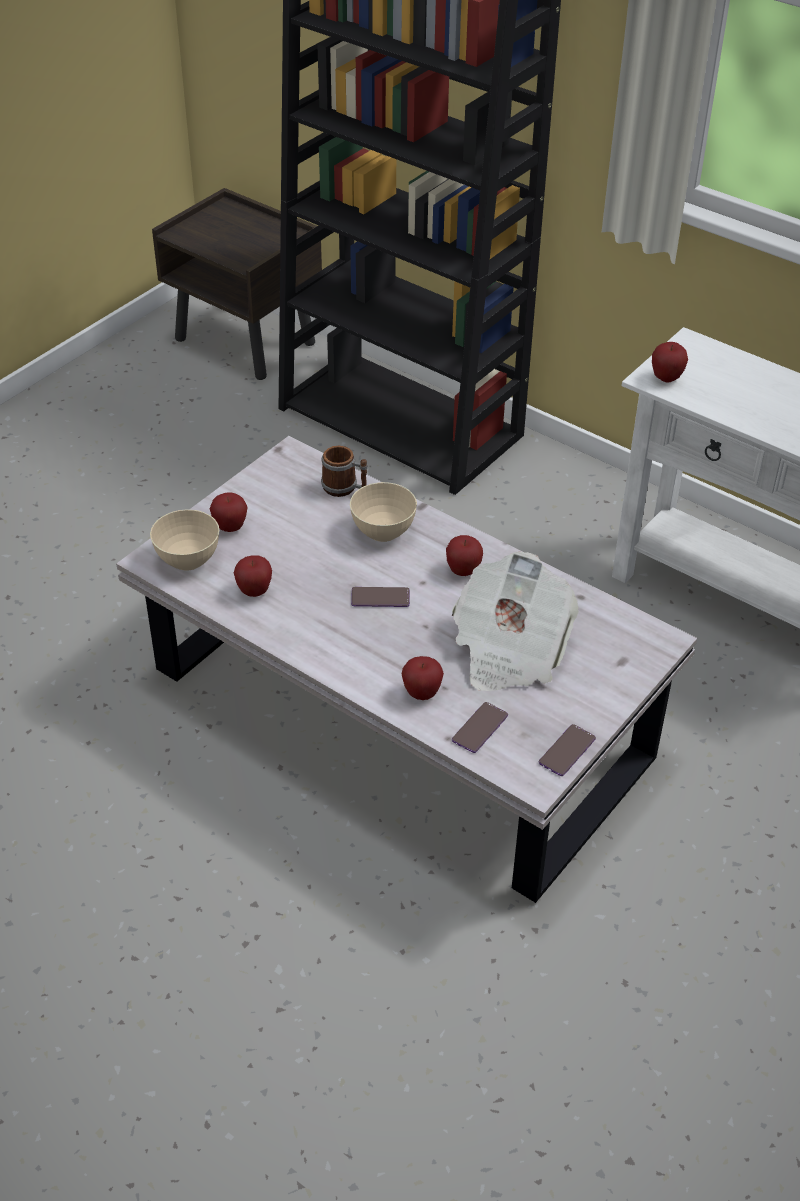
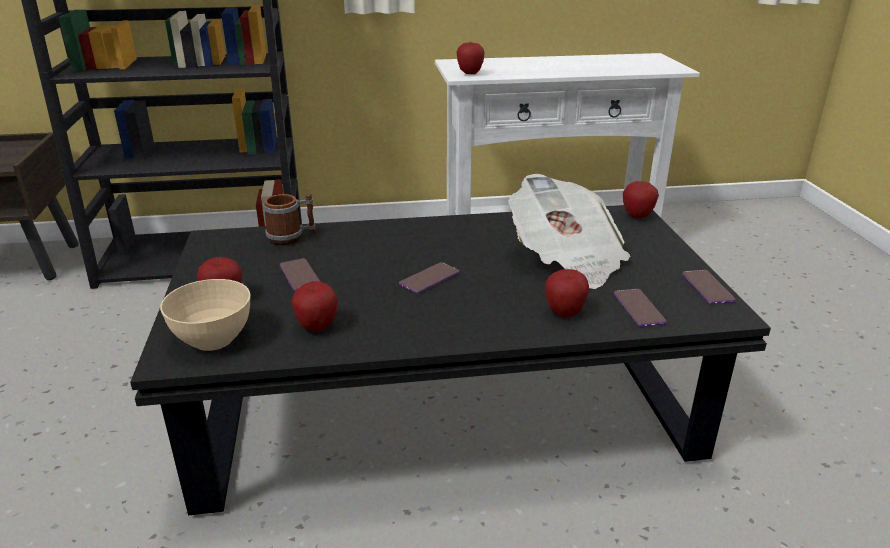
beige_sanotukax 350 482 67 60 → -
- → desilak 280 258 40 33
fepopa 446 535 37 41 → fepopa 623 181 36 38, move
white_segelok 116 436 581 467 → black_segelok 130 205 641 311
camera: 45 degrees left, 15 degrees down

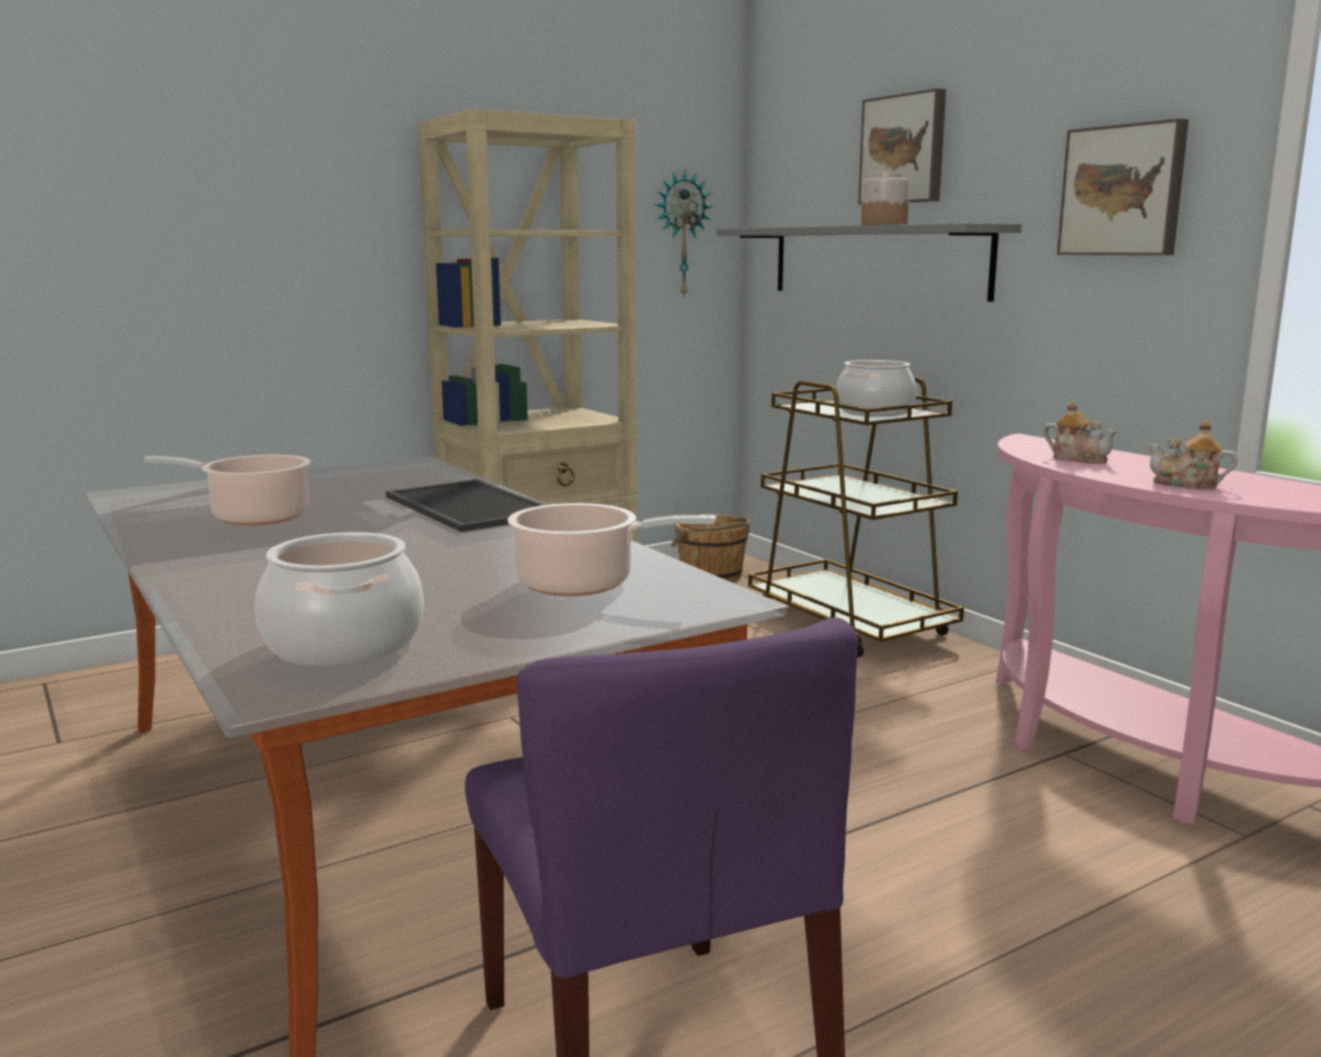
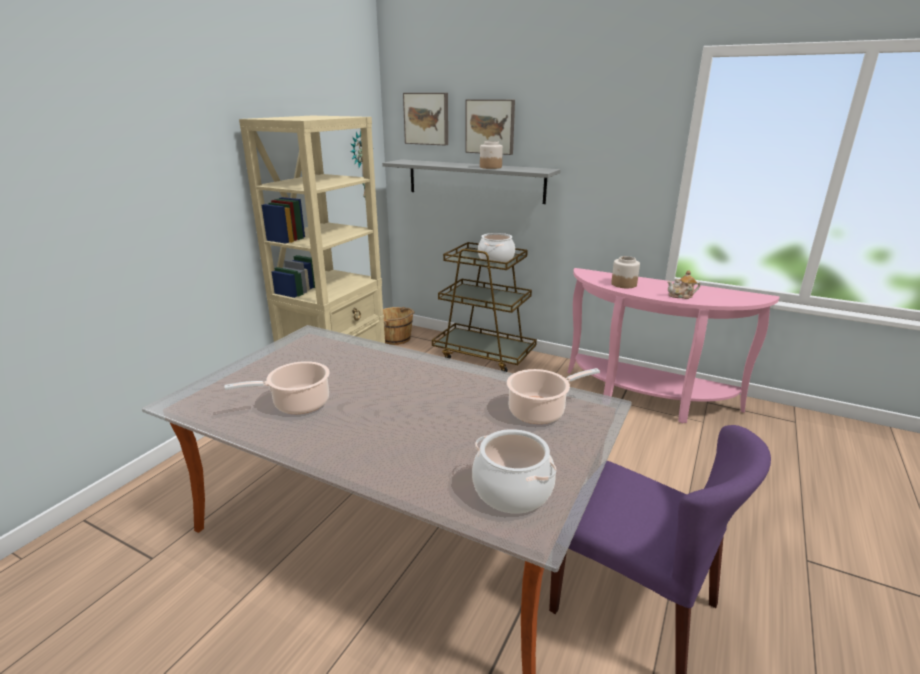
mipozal 386 479 160 53 → -
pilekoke 1057 118 132 137 → pilekoke 403 93 45 53, move
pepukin 1043 402 74 62 → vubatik 611 256 29 32
camera: 30 degrees left, 10 degrees up

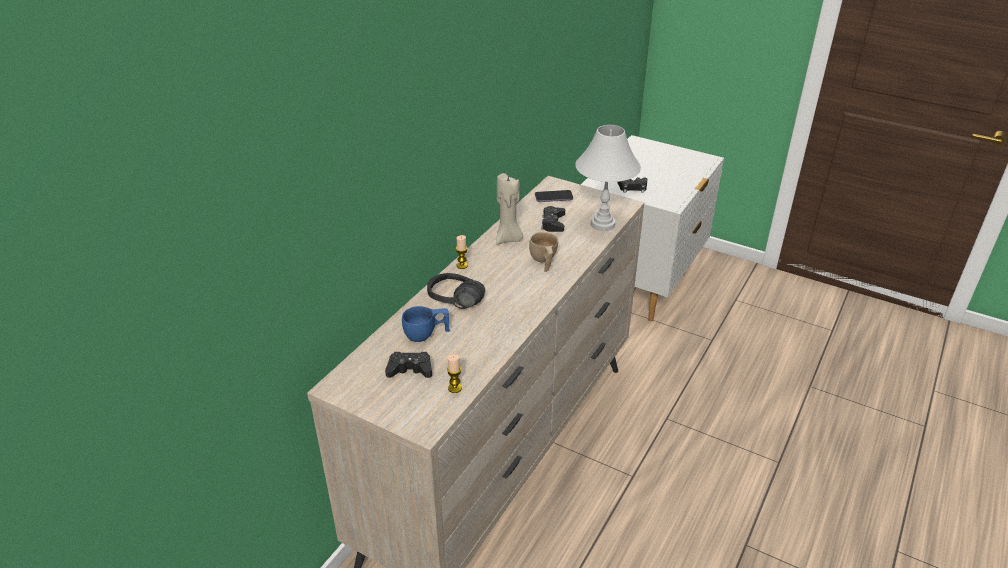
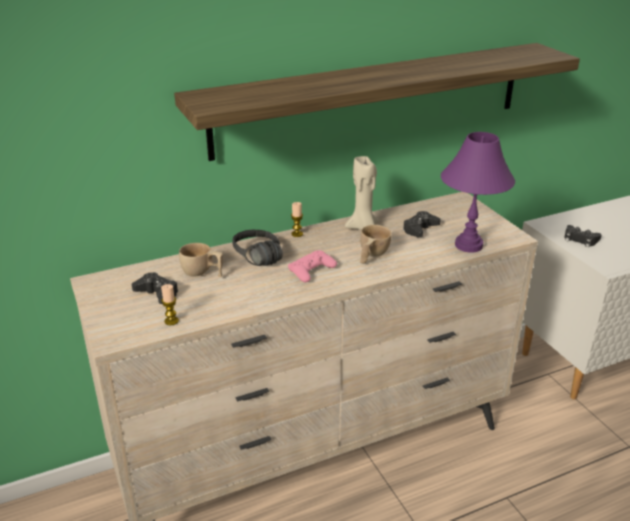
desilak 535 190 38 12 → -
- → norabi 174 43 406 118
- → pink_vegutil 288 250 49 32
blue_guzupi 402 306 48 36 → beige_guzupi 179 243 44 34
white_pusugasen 575 125 66 106 → purple_pusugasen 441 132 74 121
camera: 35 degrees right, 5 degrees down

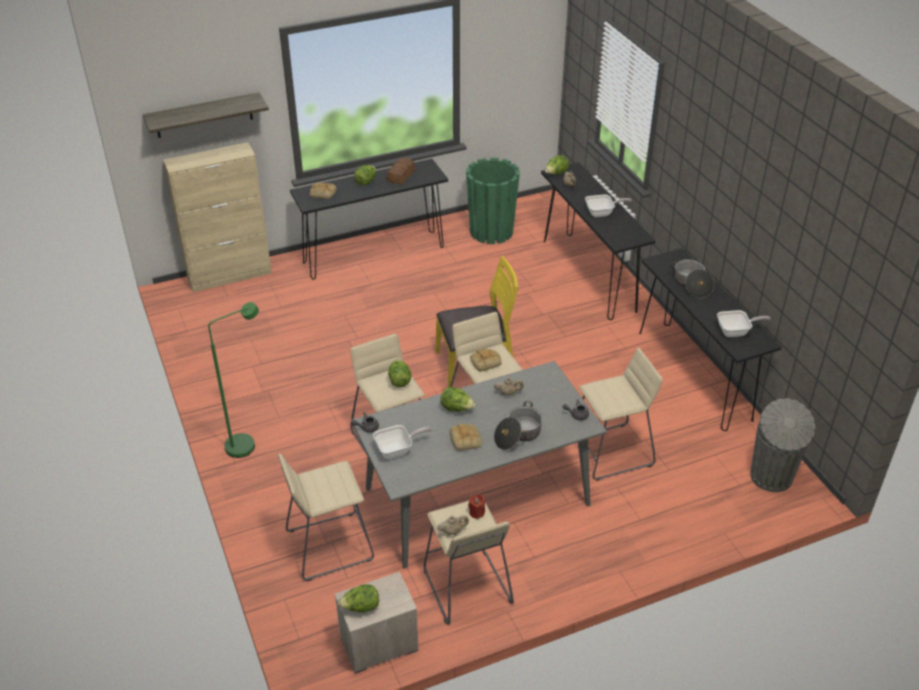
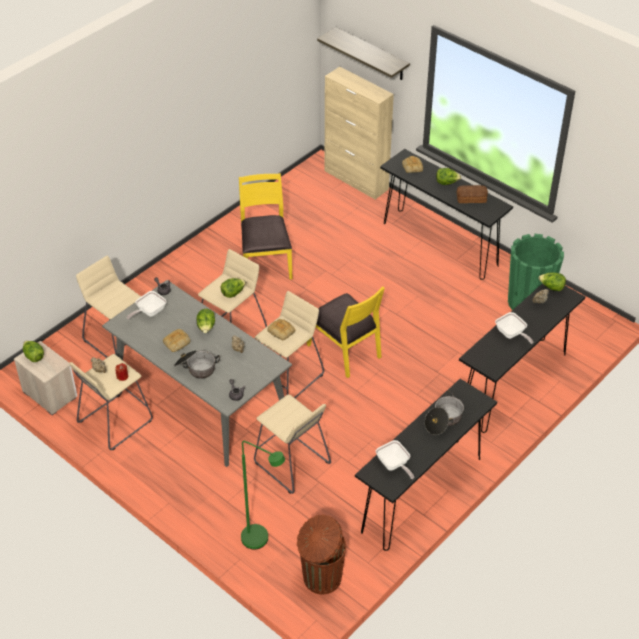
- → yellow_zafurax 239 173 53 106
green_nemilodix 208 302 51 156 → green_nemilodix 241 441 44 108, move
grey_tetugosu 750 398 65 94 → brown_tetugosu 297 515 49 79
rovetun 373 425 59 34 → rovetun 127 291 40 29, 90 degrees clockwise
camera: 65 degrees right, 5 degrees up

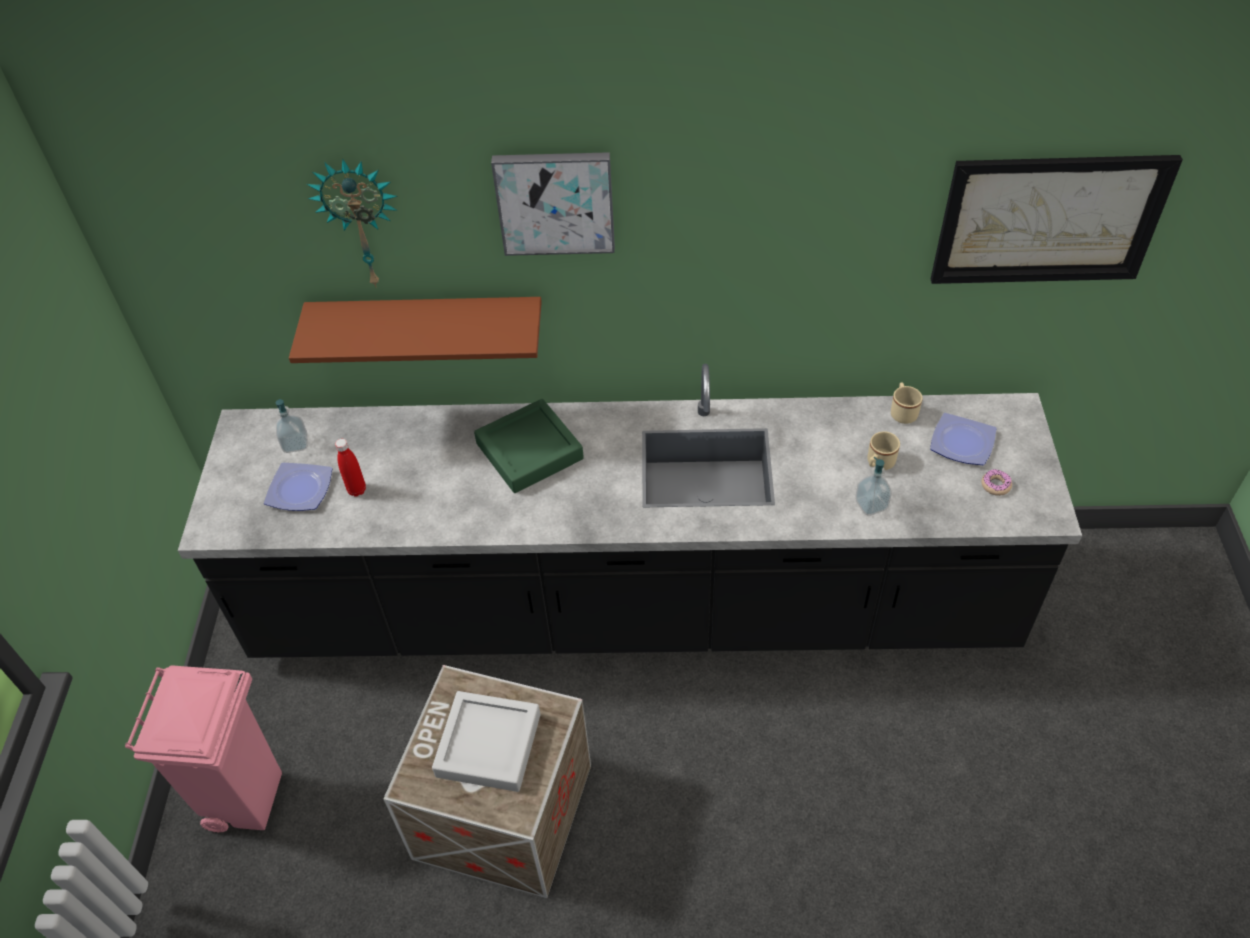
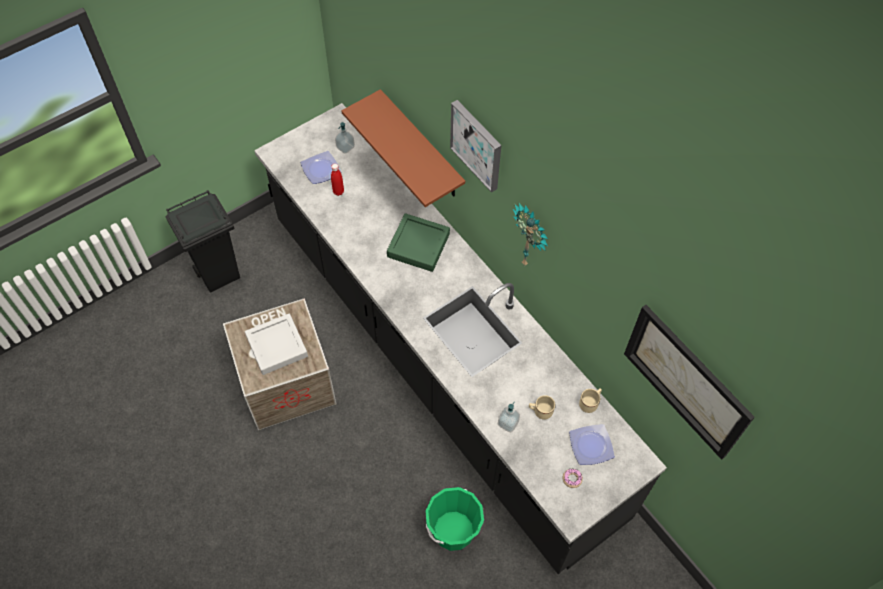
- → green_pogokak 425 487 59 64
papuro 306 159 91 129 → papuro 513 203 35 63, move
pink_tetugosu 125 665 157 168 → black_tetugosu 166 190 74 103
camera: 50 degrees right, 10 degrees up

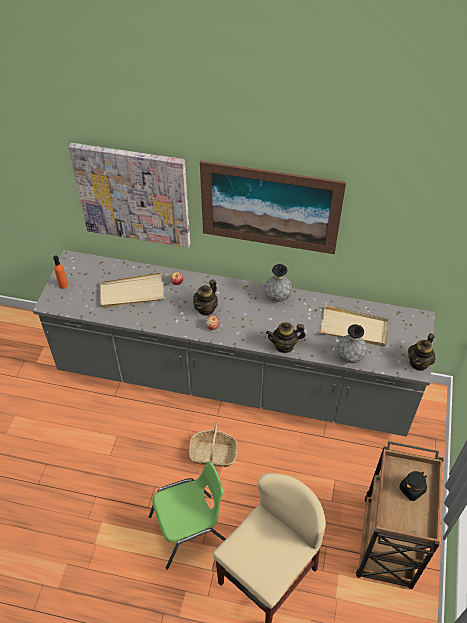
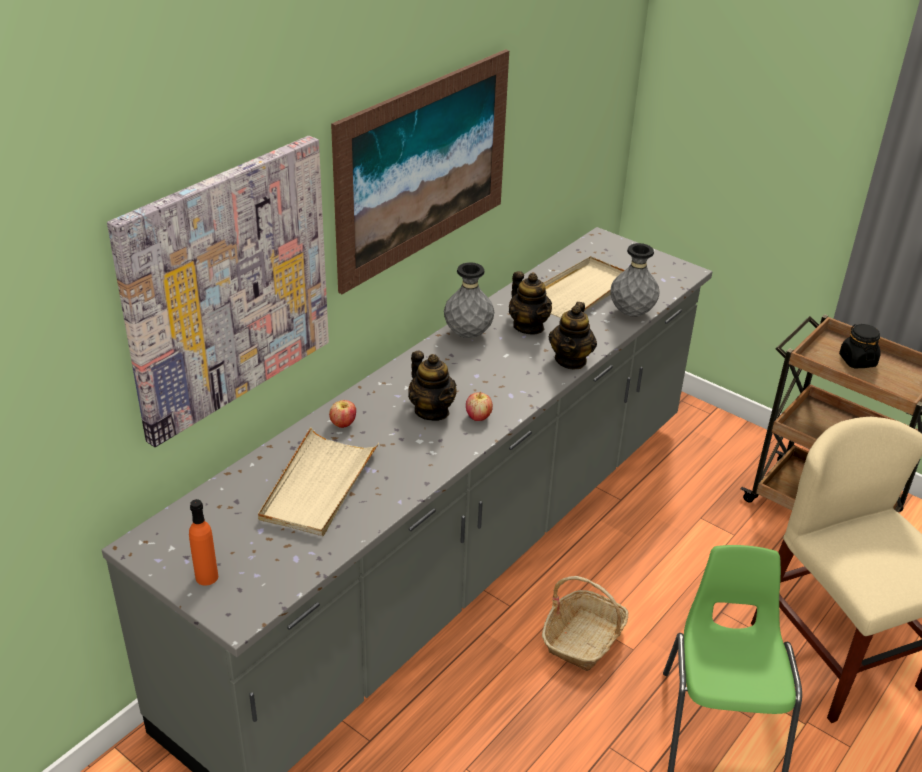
pepukin 408 333 27 38 → pepukin 509 271 43 64, move
camera: 65 degrees left, 15 degrees down

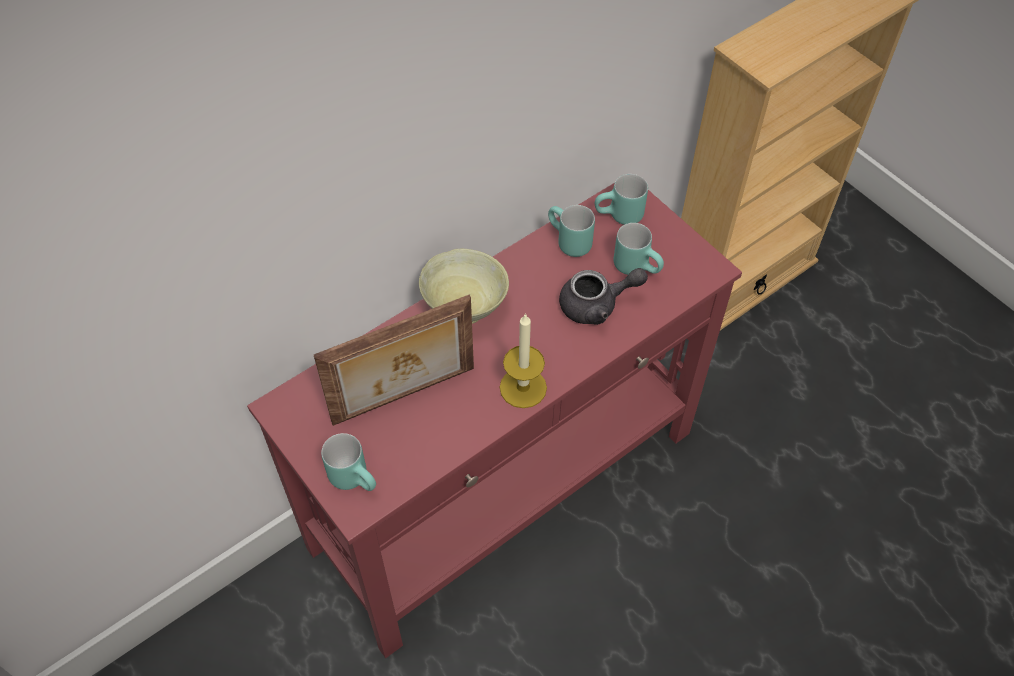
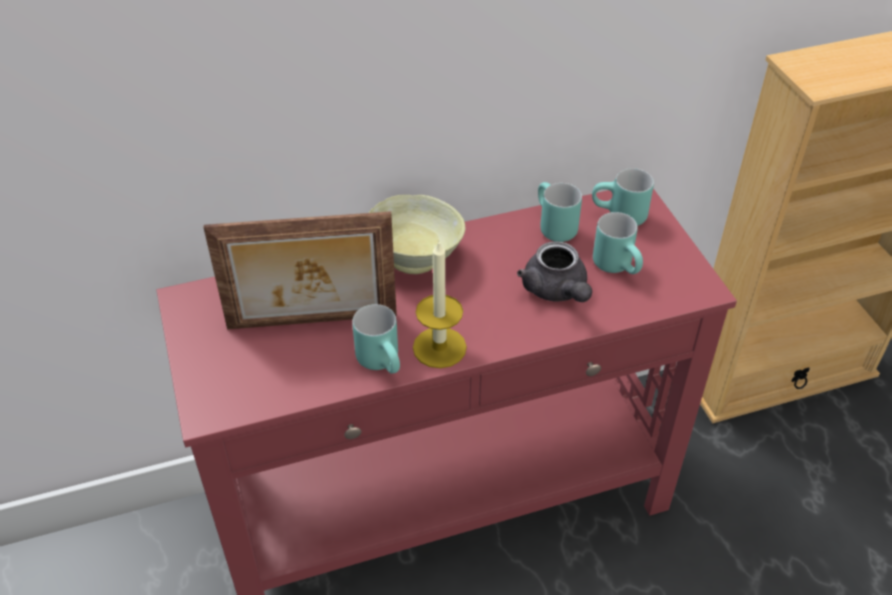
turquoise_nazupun 321 433 55 58 → turquoise_nazupun 352 304 48 70, move
grey_pepukin 559 268 89 57 → grey_pepukin 517 241 75 61, 60 degrees clockwise
camera: 20 degrees right, 10 degrees down

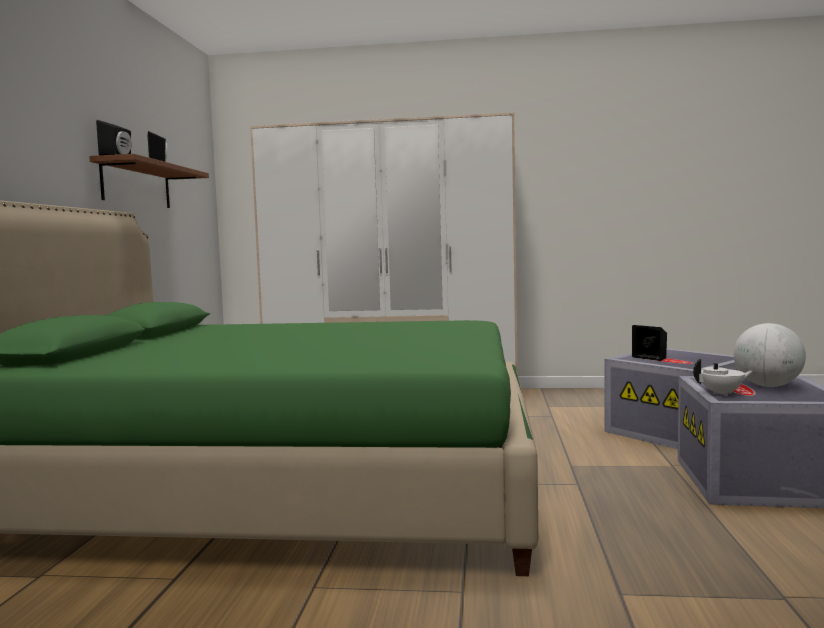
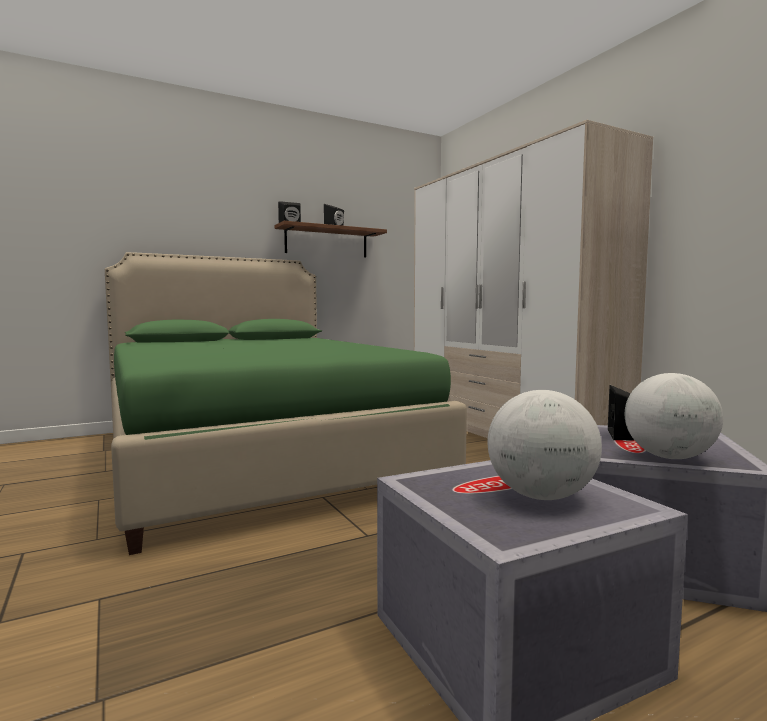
white_pepukin 693 359 60 37 → -
- → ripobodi 625 373 98 86
camera: 55 degrees right, 0 degrees up

